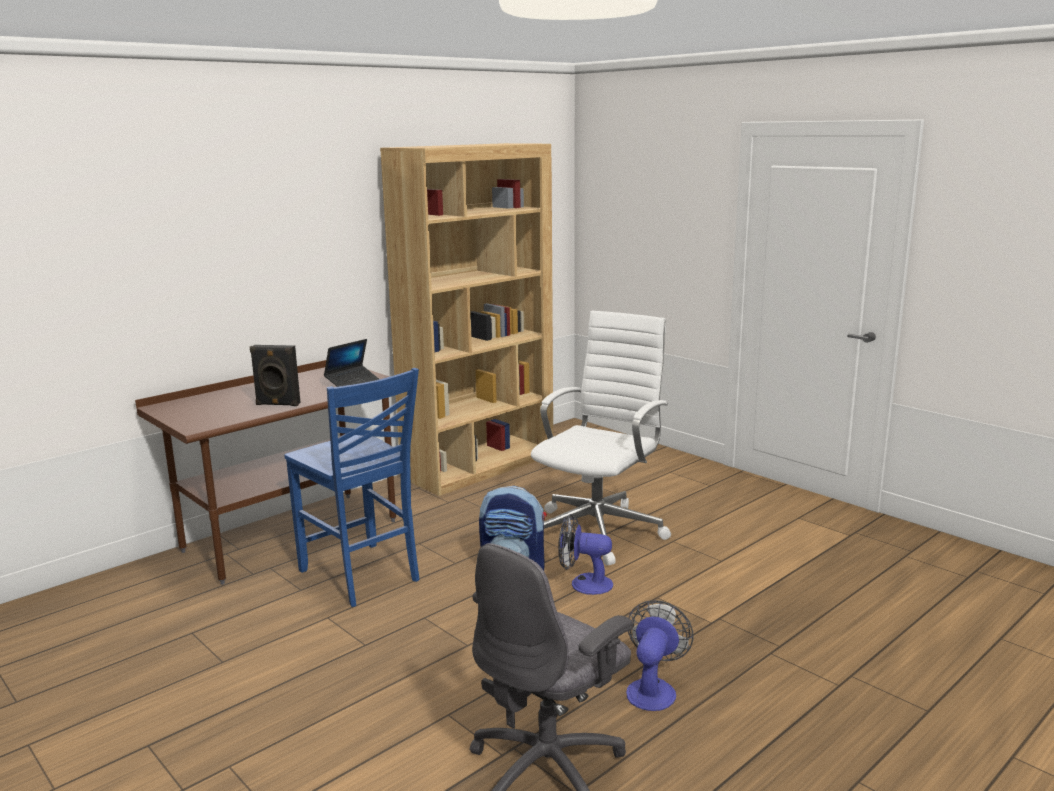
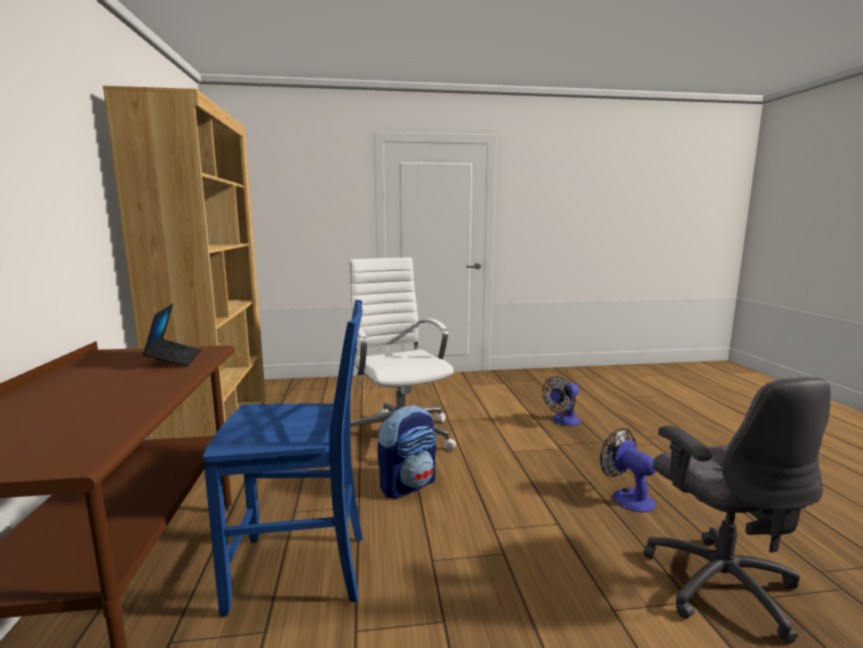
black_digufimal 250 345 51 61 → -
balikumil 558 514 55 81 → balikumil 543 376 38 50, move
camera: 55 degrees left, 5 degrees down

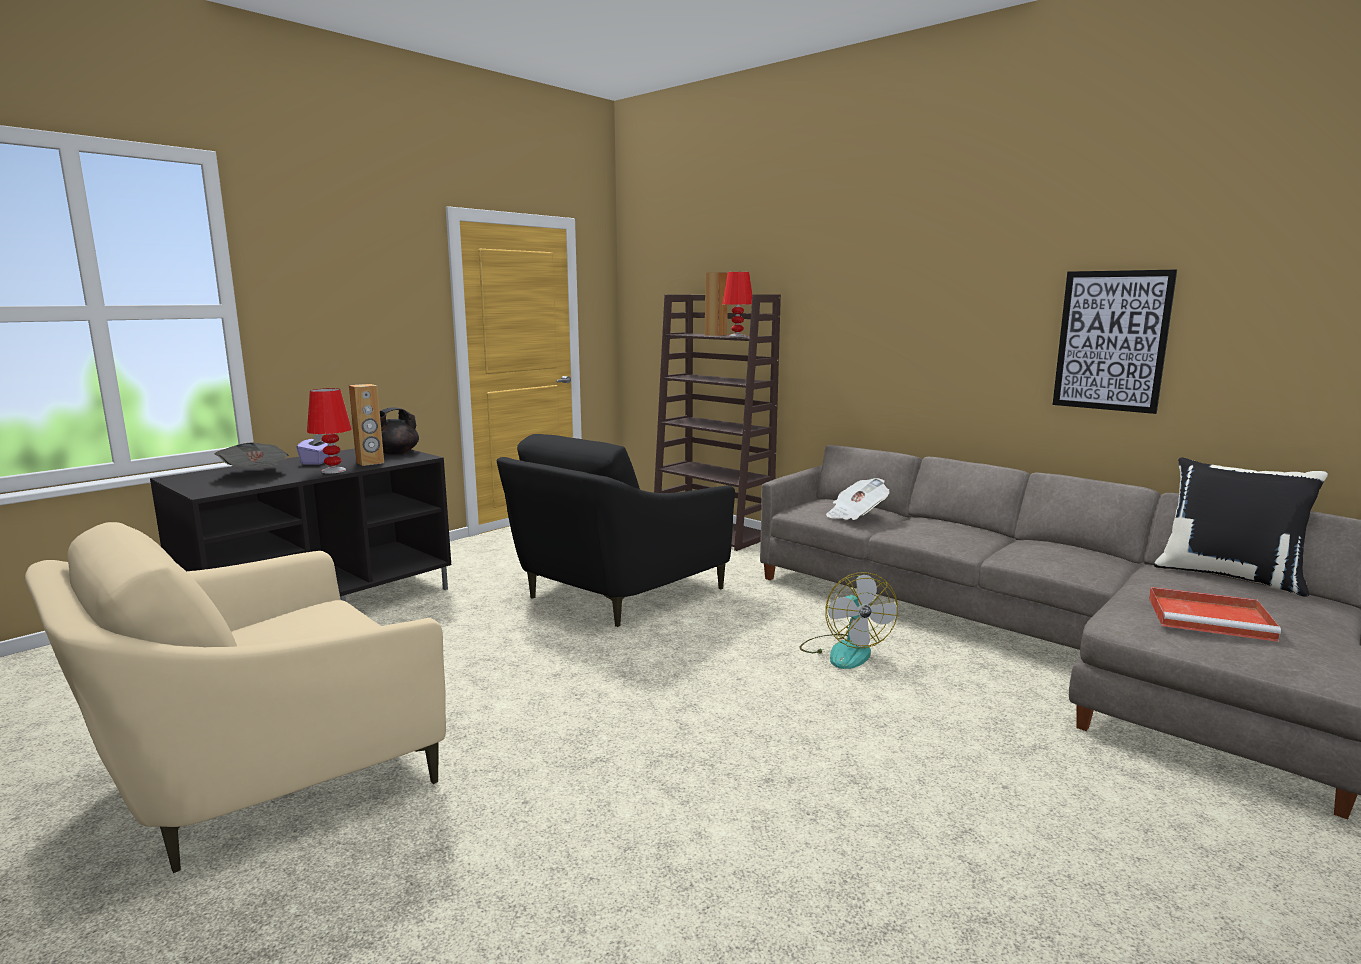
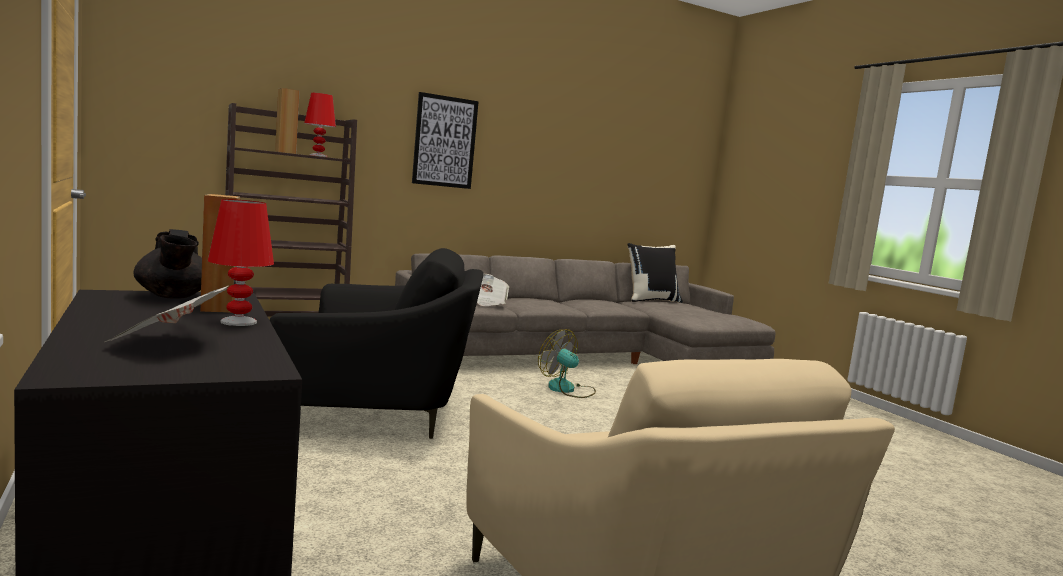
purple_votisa 296 434 39 31 → -
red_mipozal 1149 587 132 55 → -
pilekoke 1053 270 124 144 → pilekoke 412 92 67 97, move
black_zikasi 497 434 238 193 → black_zikasi 270 248 214 191, 60 degrees counterclockwise
balikumil 799 572 99 97 → balikumil 538 329 58 69, 150 degrees counterclockwise
camera: 70 degrees left, 5 degrees down

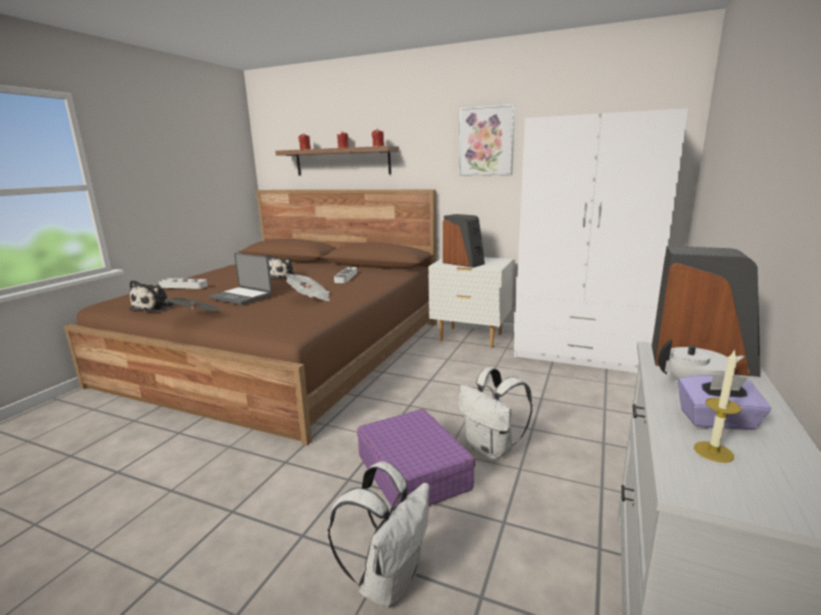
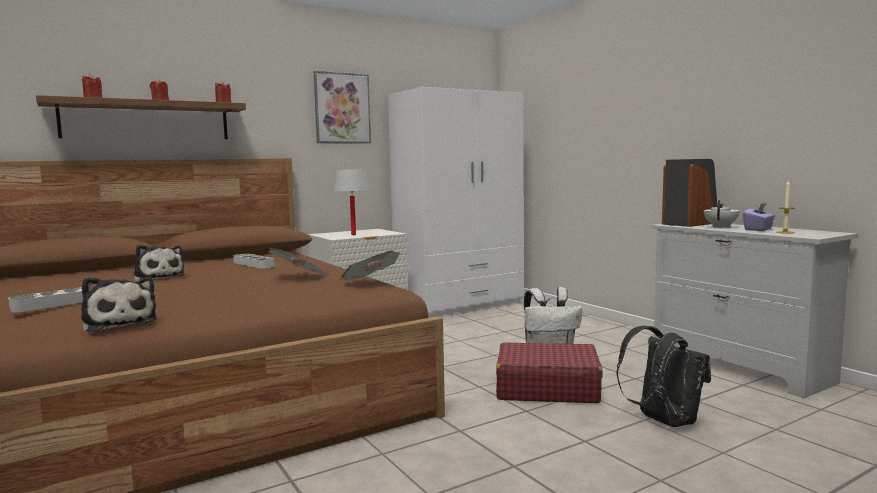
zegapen 209 253 63 52 → -
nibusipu 165 298 55 13 → nibusipu 339 250 61 30, move
digufimal 443 214 42 54 → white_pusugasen 334 169 36 66
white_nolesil 328 461 102 147 → black_nolesil 617 326 94 101
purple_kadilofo 357 409 118 99 → red_kadilofo 496 342 106 61
camera: 55 degrees left, 10 degrees down

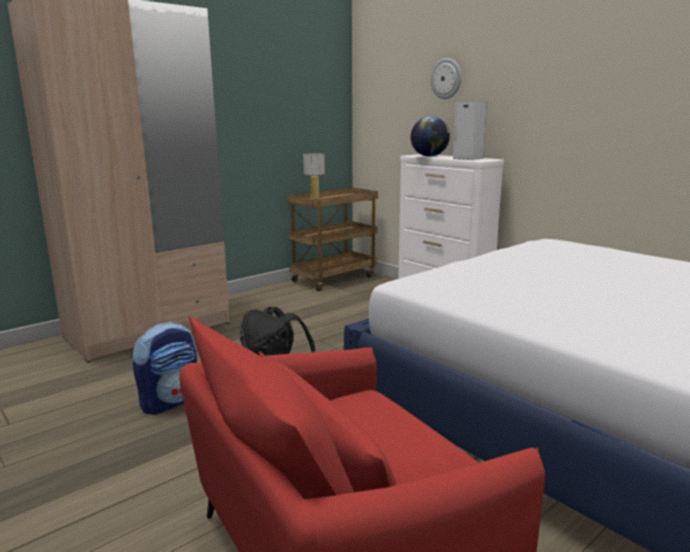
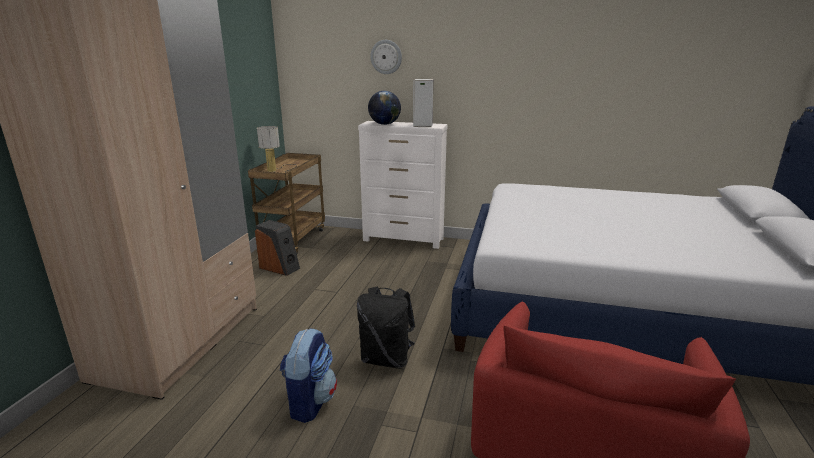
- → digufimal 255 220 45 56
camera: 35 degrees left, 5 degrees up

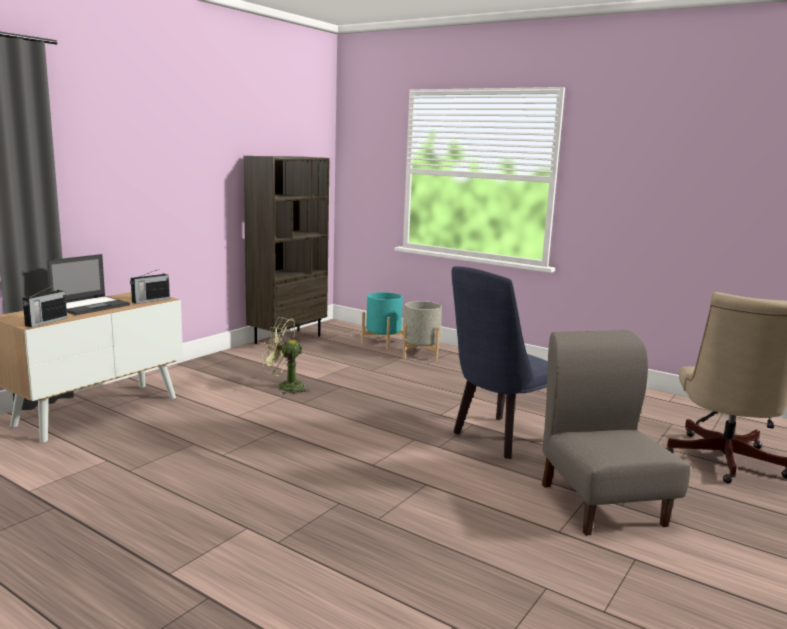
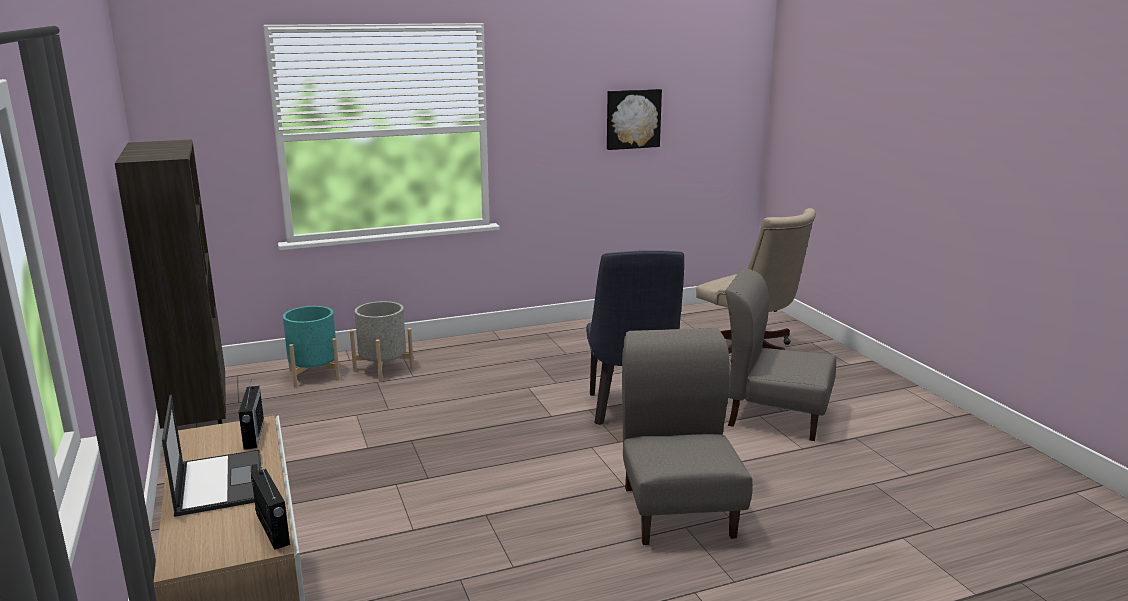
green_balikumil 262 317 48 78 → -
- → pilekoke 607 89 55 61
- → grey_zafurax 622 328 131 217
camera: 55 degrees left, 5 degrees up

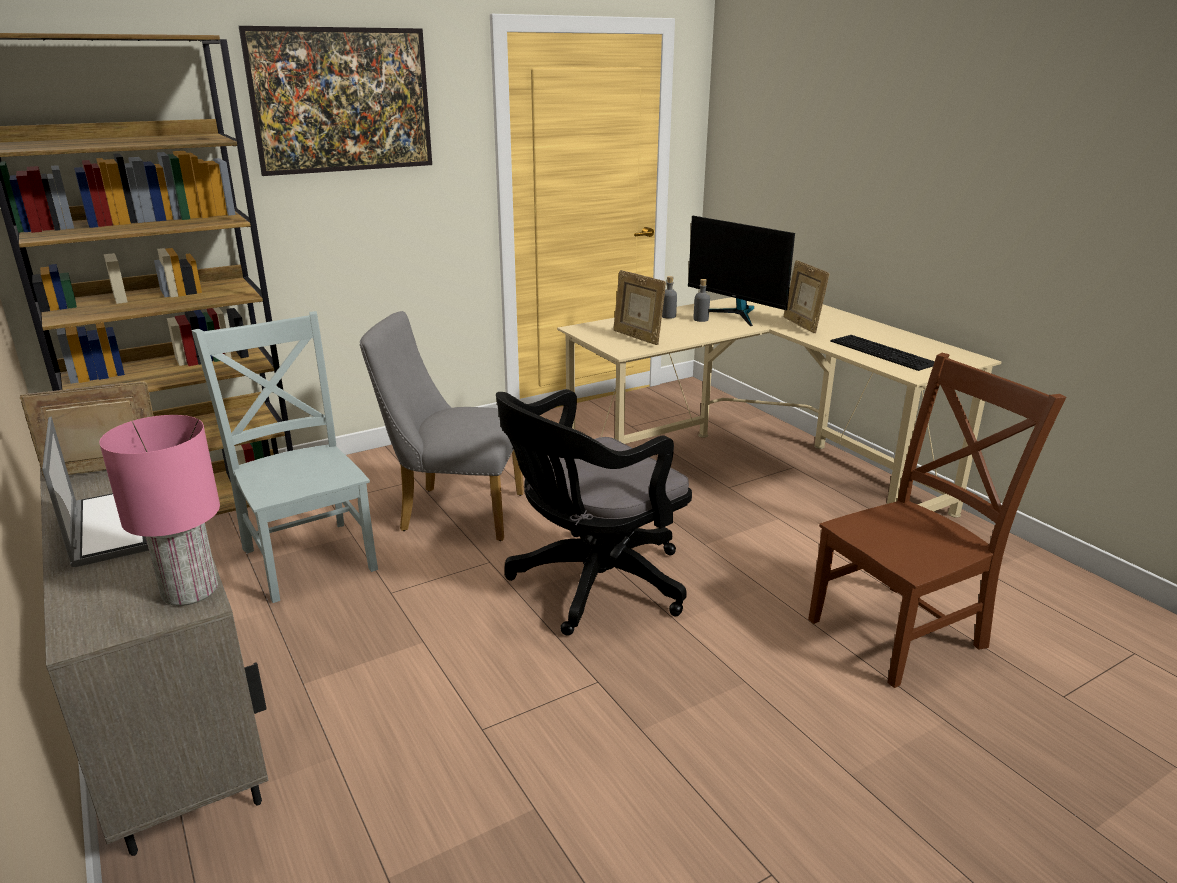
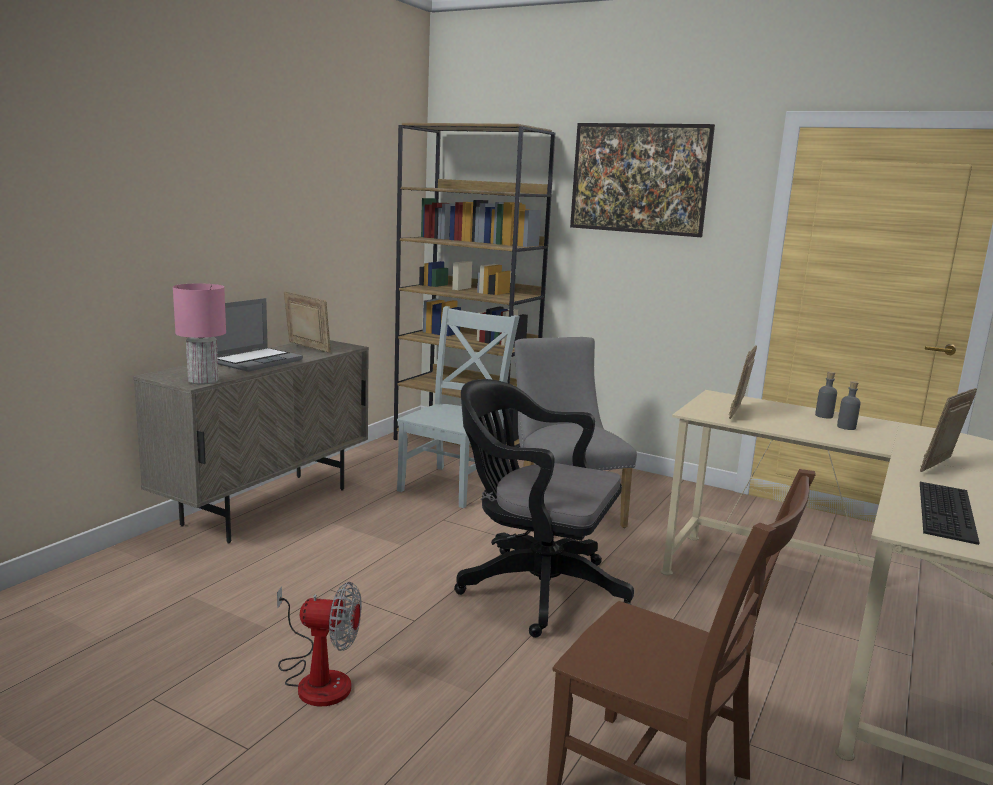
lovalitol 688 216 107 110 → -
- → balikumil 277 582 85 124
camera: 60 degrees right, 10 degrees down

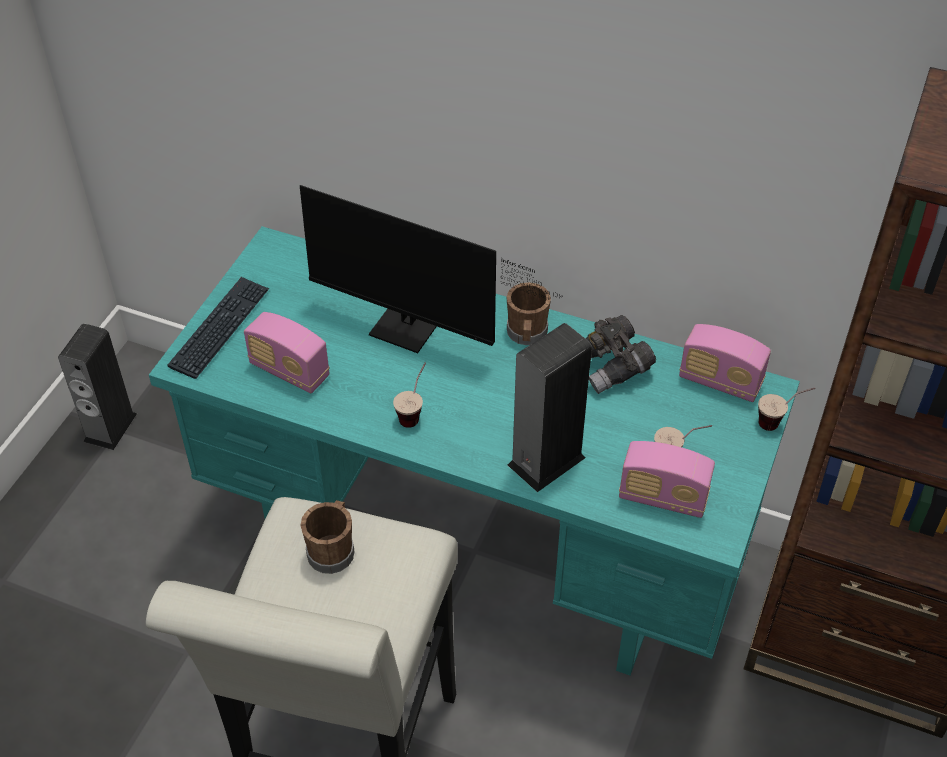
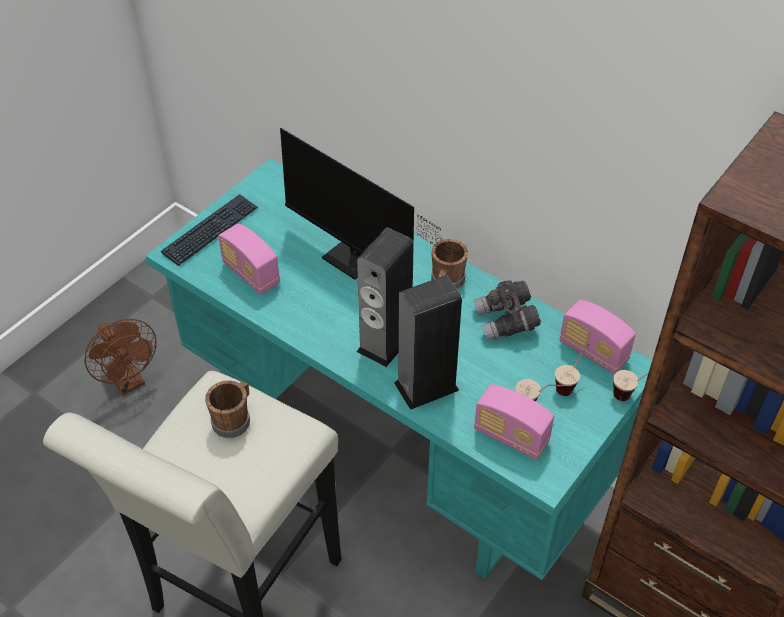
- → brown_balikumil 85 319 72 76
digufimal 58 323 79 127 → digufimal 357 228 57 139, move
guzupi 393 362 33 66 → guzupi 555 344 34 52, move
camera: 15 degrees right, 0 degrees up

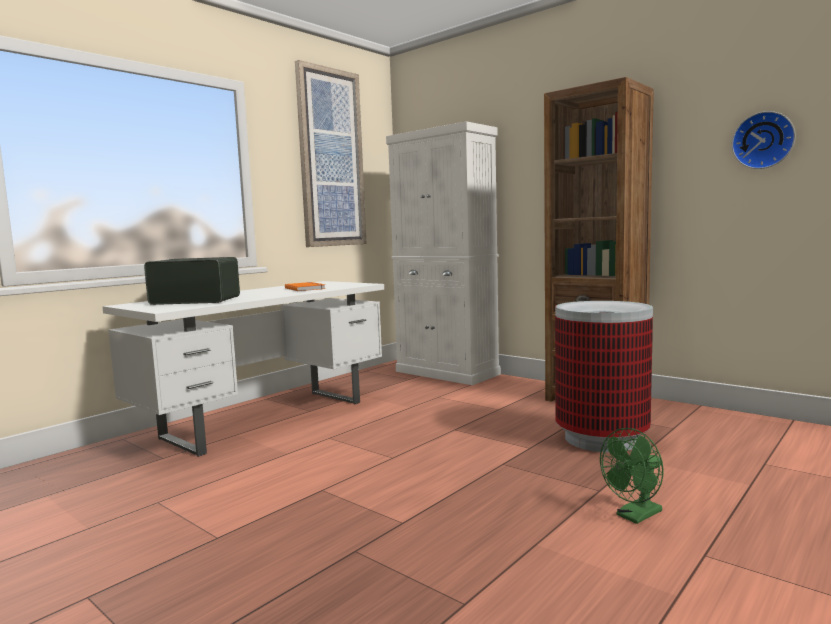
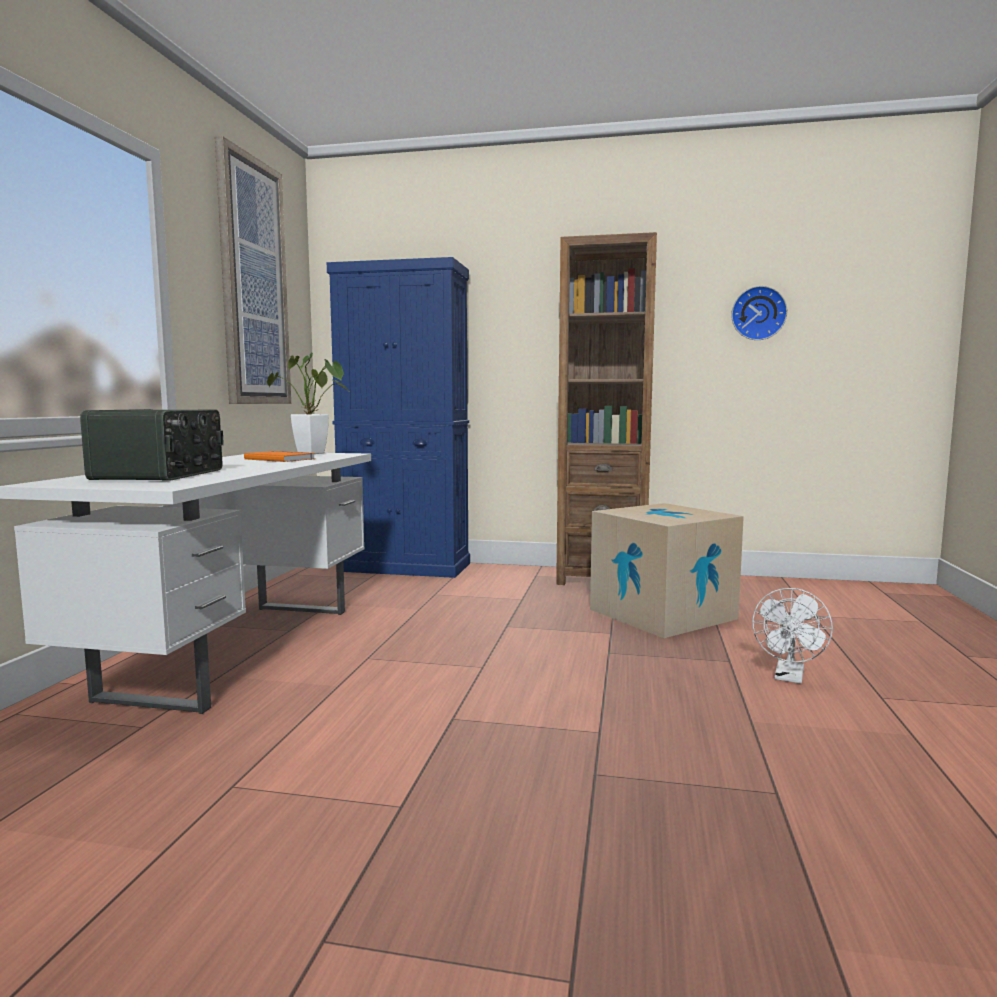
- → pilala 267 352 81 102
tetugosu 555 301 98 152 → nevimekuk 590 503 154 135
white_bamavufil 386 121 115 264 → blue_bamavufil 327 257 143 321
green_balikumil 600 428 64 96 → white_balikumil 752 588 81 96
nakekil 144 257 96 48 → nakekil 80 409 144 72, 120 degrees clockwise
camera: 30 degrees left, 0 degrees up

